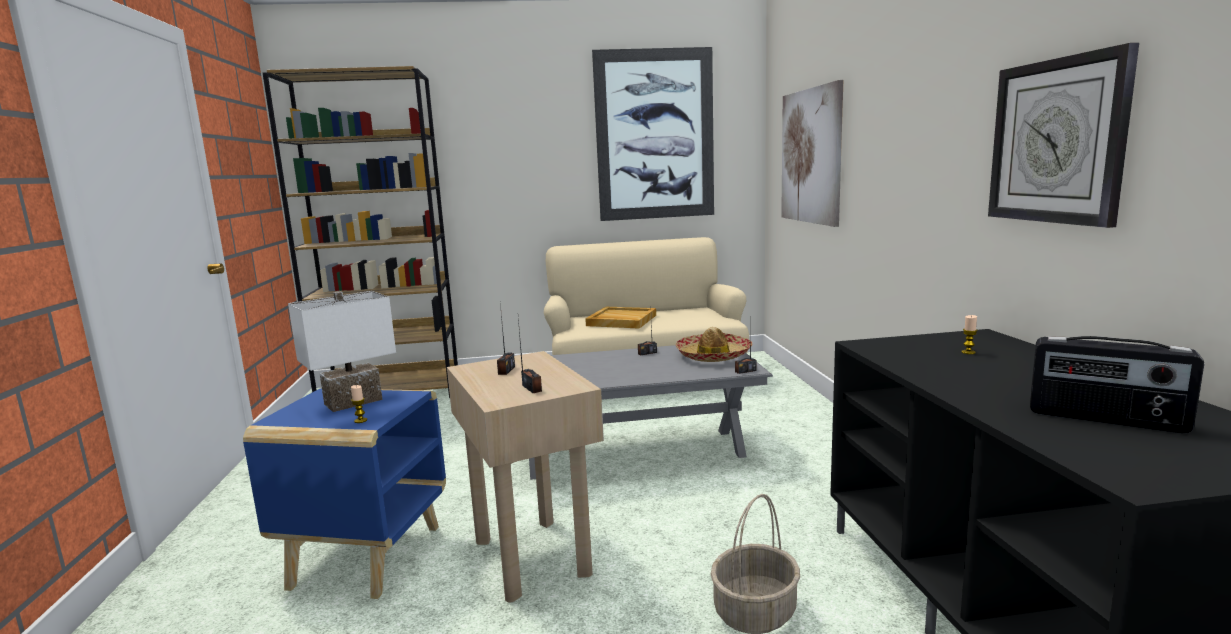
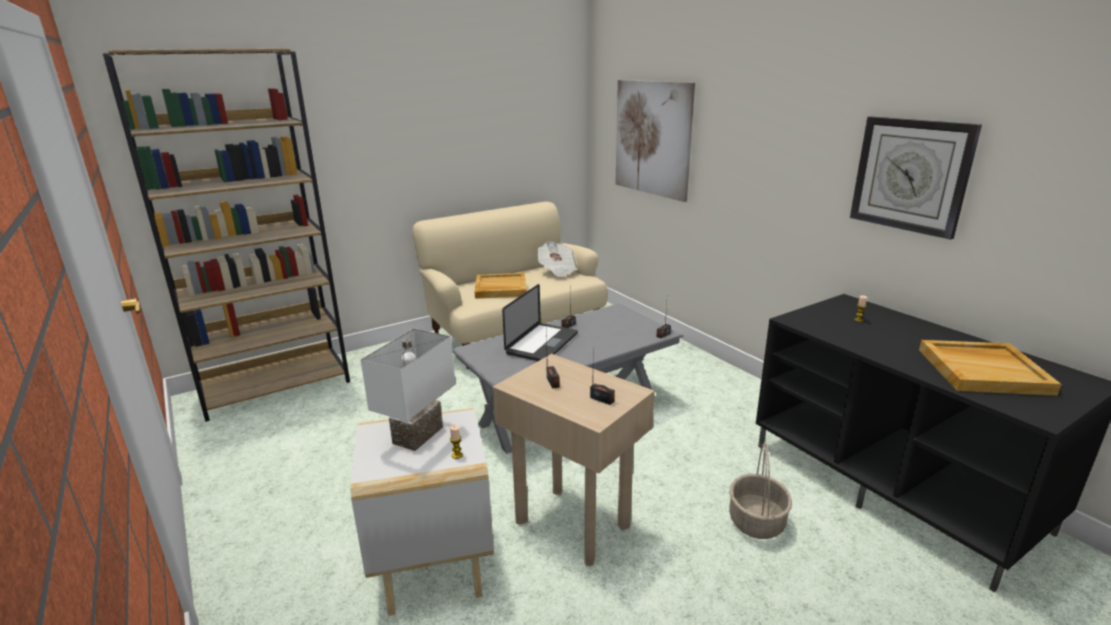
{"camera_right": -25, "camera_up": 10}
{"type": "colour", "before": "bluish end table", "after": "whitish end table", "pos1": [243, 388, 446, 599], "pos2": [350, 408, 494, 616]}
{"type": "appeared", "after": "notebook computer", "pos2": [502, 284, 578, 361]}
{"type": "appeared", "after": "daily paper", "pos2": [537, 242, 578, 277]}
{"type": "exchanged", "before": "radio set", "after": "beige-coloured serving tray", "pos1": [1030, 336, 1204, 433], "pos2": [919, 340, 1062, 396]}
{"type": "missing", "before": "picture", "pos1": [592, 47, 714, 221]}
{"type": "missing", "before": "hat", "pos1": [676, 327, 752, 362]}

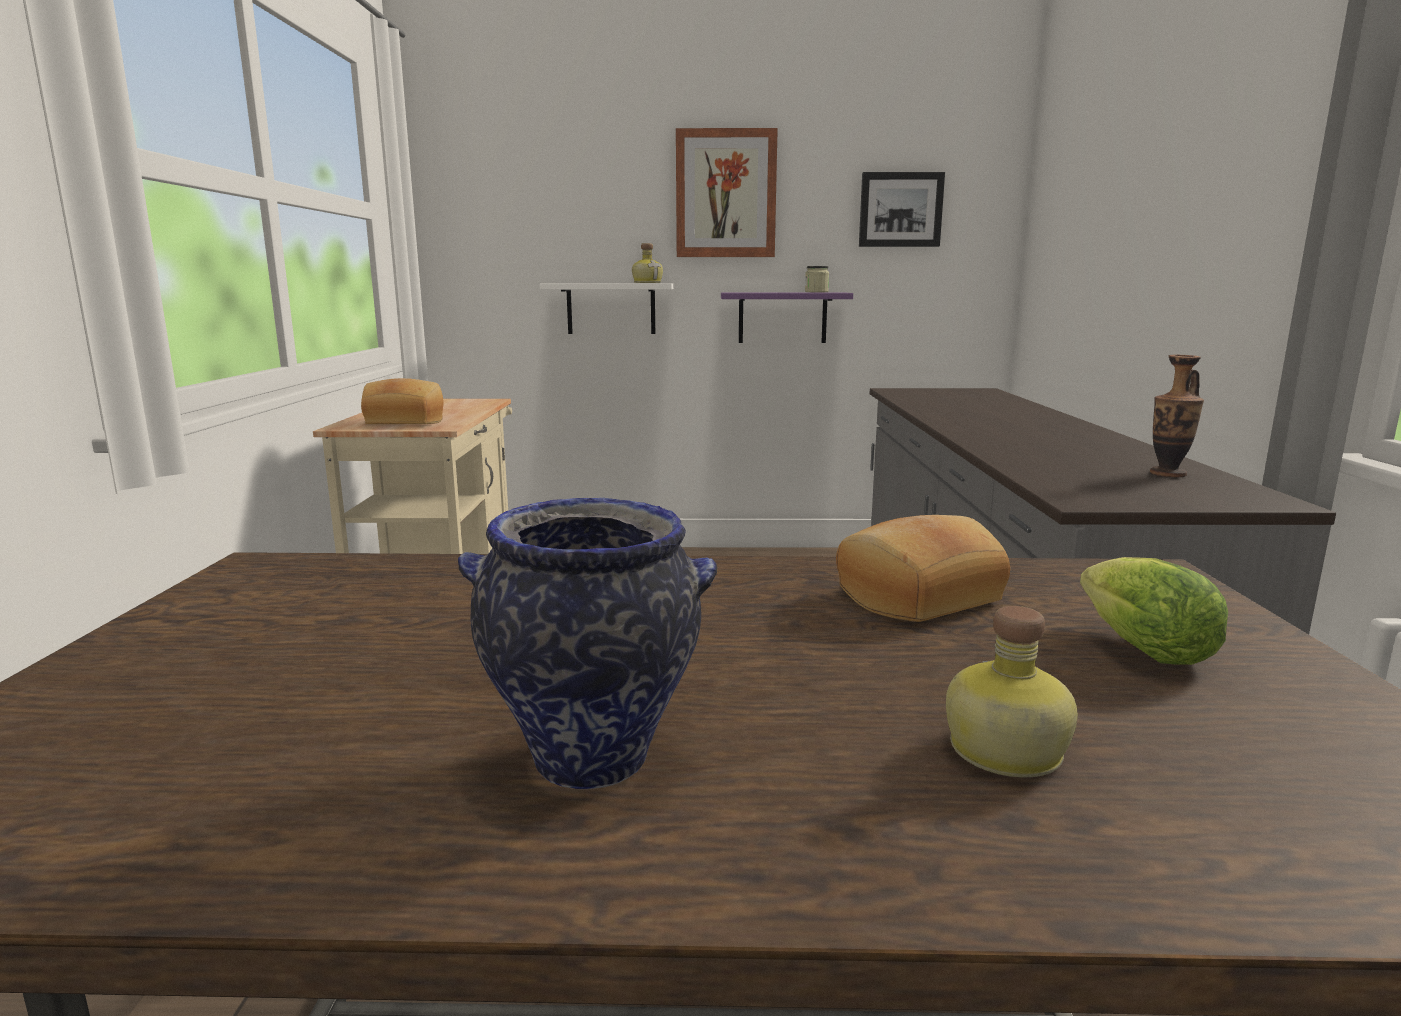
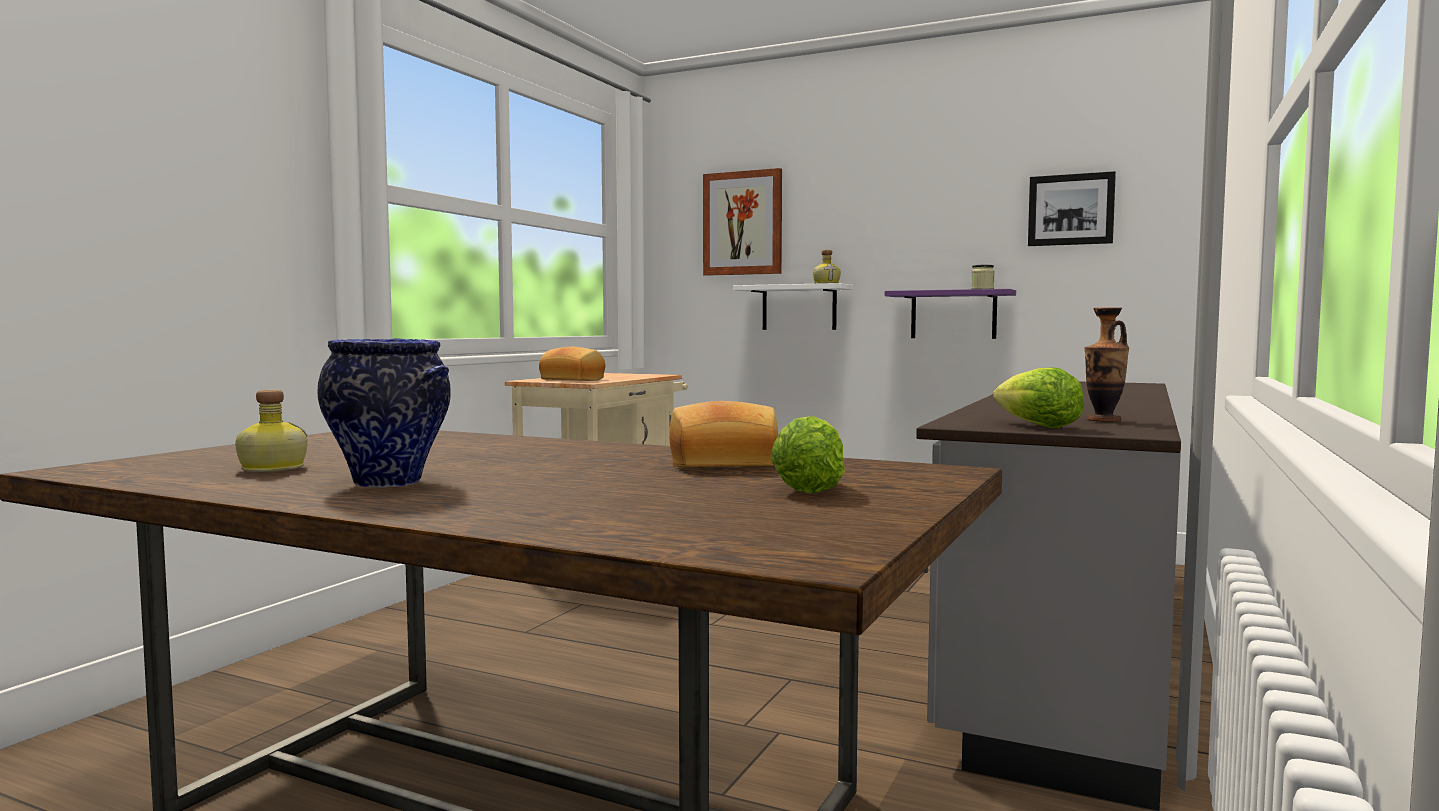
{"camera_right": 25, "camera_up": -10}
{"type": "relocated", "before": "bottle", "pos1": [946, 606, 1078, 778], "pos2": [235, 390, 308, 472]}
{"type": "relocated", "before": "picture", "pos1": [676, 128, 778, 257], "pos2": [703, 168, 782, 276]}
{"type": "appeared", "after": "lettuce head", "pos2": [993, 367, 1084, 428]}

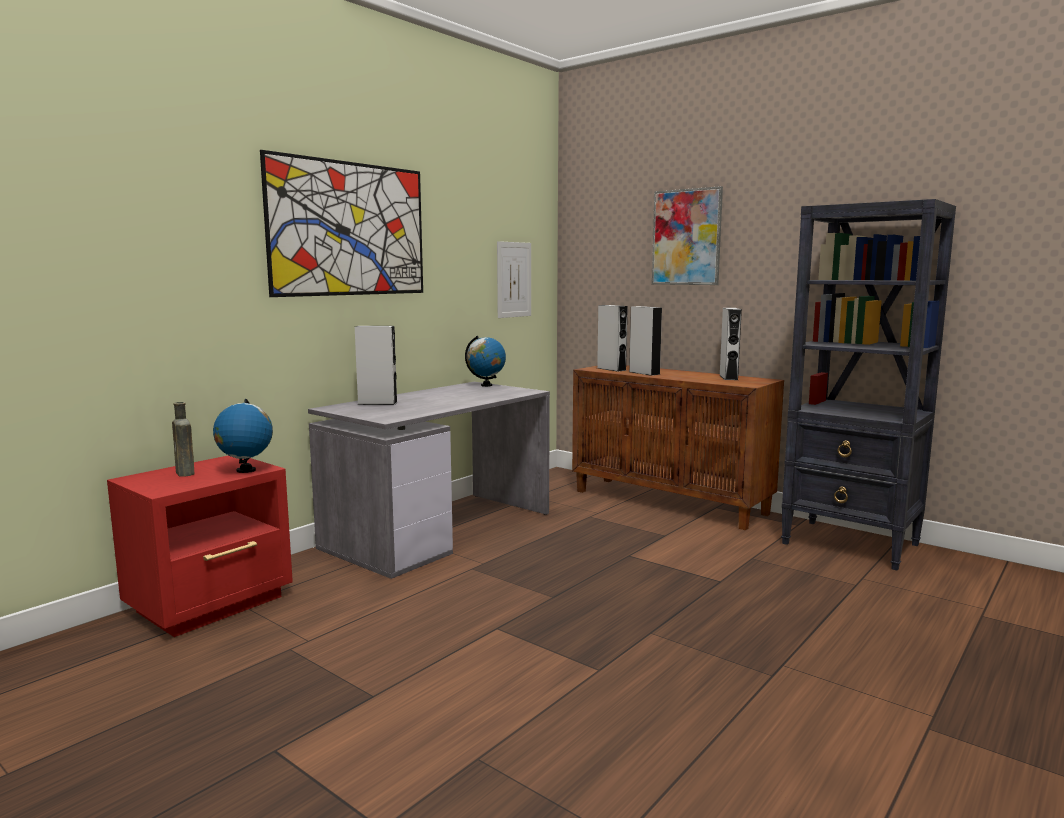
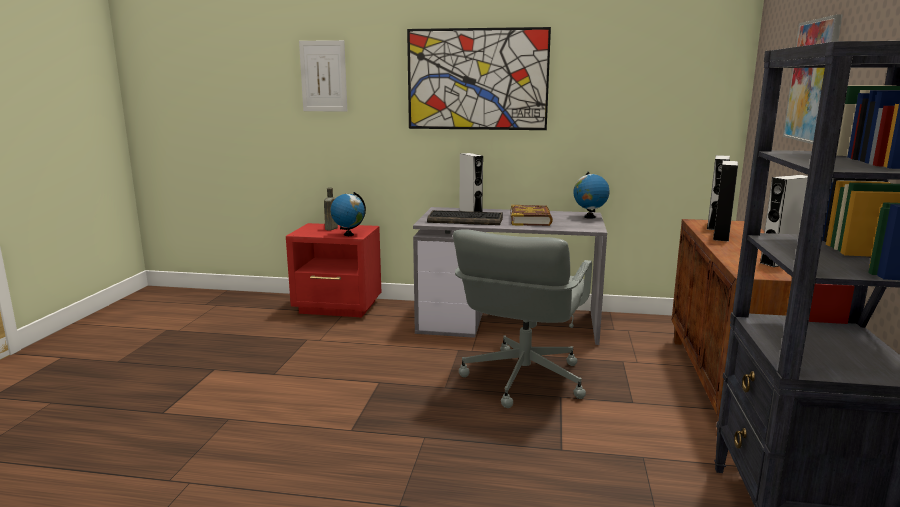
{"camera_right": 60, "camera_up": 5}
{"type": "relocated", "before": "picture", "pos1": [497, 241, 531, 318], "pos2": [299, 40, 347, 112]}
{"type": "appeared", "after": "keyboard", "pos2": [427, 210, 503, 225]}
{"type": "appeared", "after": "greyish computer chair", "pos2": [453, 229, 592, 408]}
{"type": "appeared", "after": "volume", "pos2": [510, 205, 553, 226]}

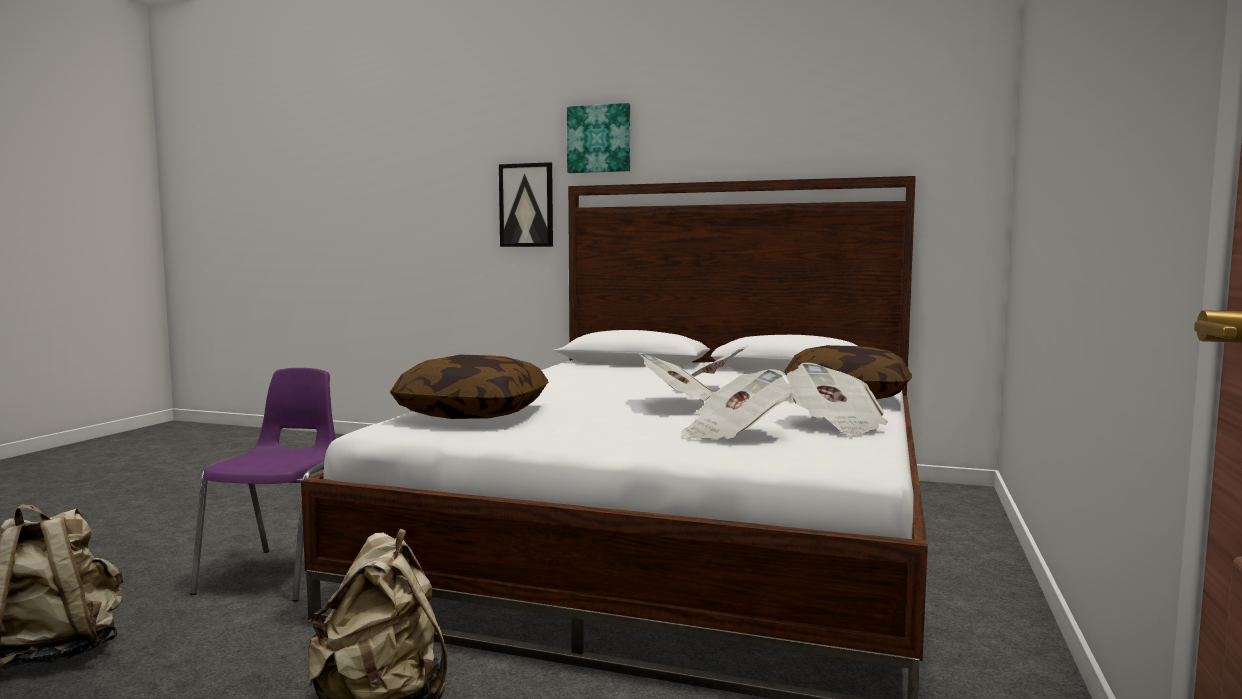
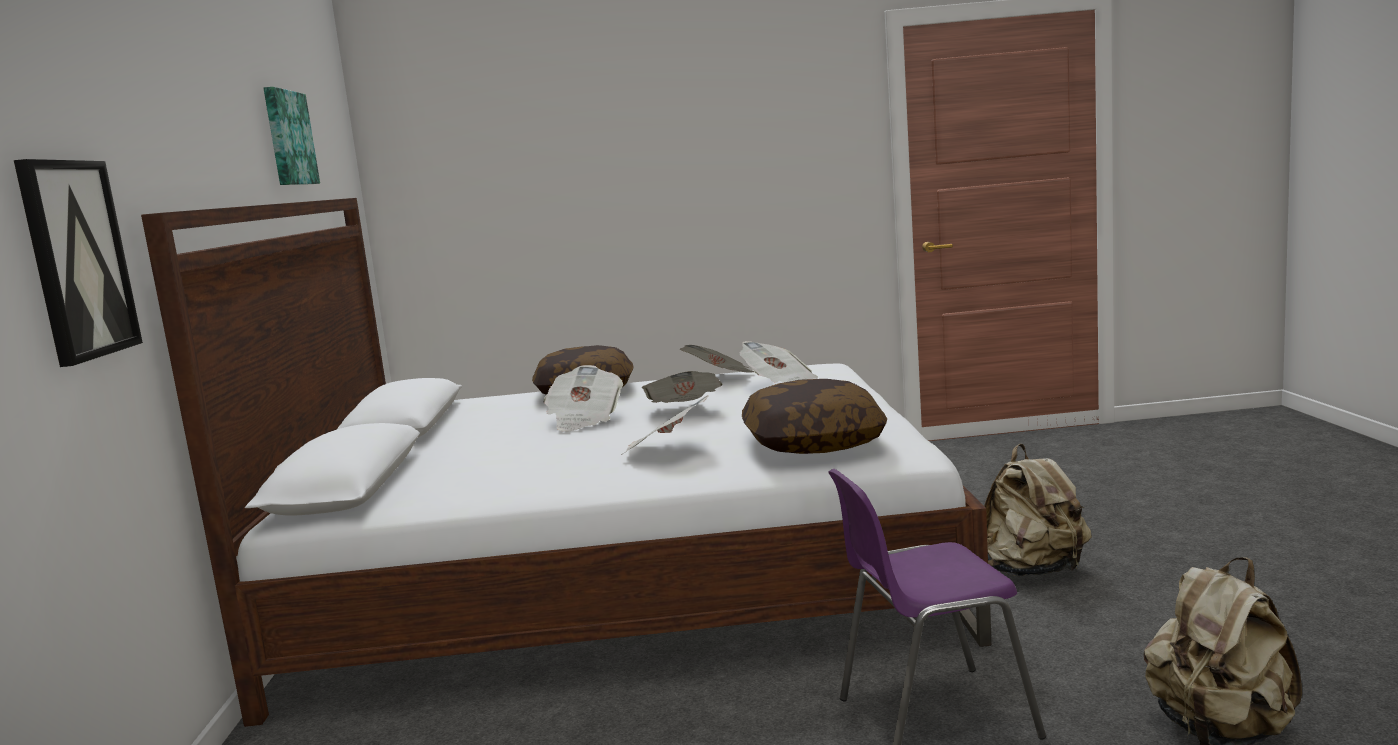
{"camera_right": -110, "camera_up": 5}
{"type": "relocated", "before": "picture", "pos1": [567, 103, 630, 173], "pos2": [264, 87, 320, 185]}
{"type": "appeared", "after": "daily paper", "pos2": [621, 395, 709, 455]}

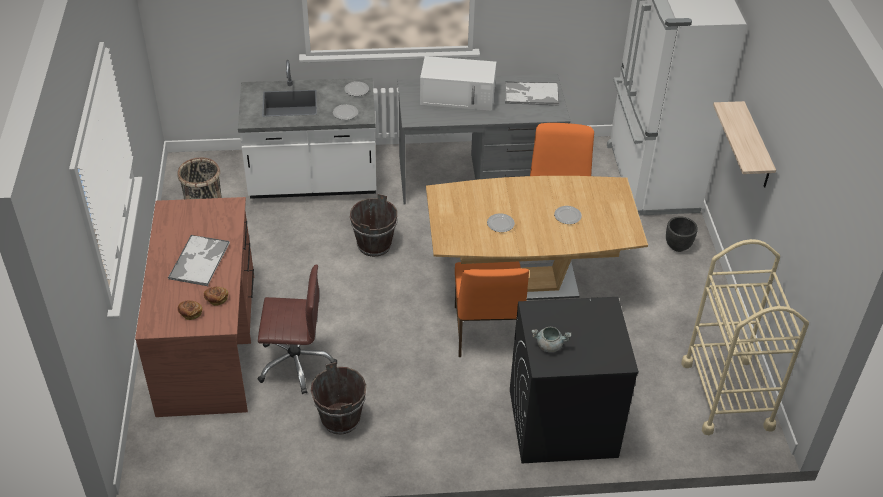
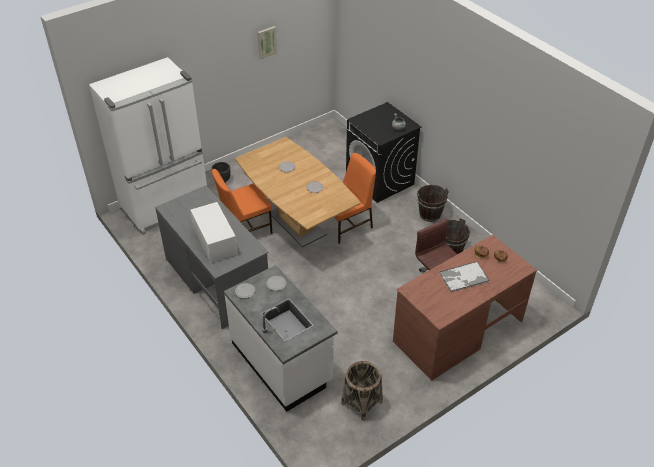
{"camera_right": -120, "camera_up": 0}
{"type": "appeared", "after": "picture", "pos2": [257, 26, 277, 59]}
{"type": "relocated", "before": "brown-coloured water bucket", "pos1": [350, 194, 397, 257], "pos2": [417, 185, 449, 222]}
{"type": "missing", "before": "serving tray", "pos1": [505, 81, 559, 106]}
{"type": "missing", "before": "beige-coloured cart", "pos1": [681, 239, 809, 435]}
{"type": "missing", "before": "wall shelf", "pos1": [713, 101, 776, 188]}

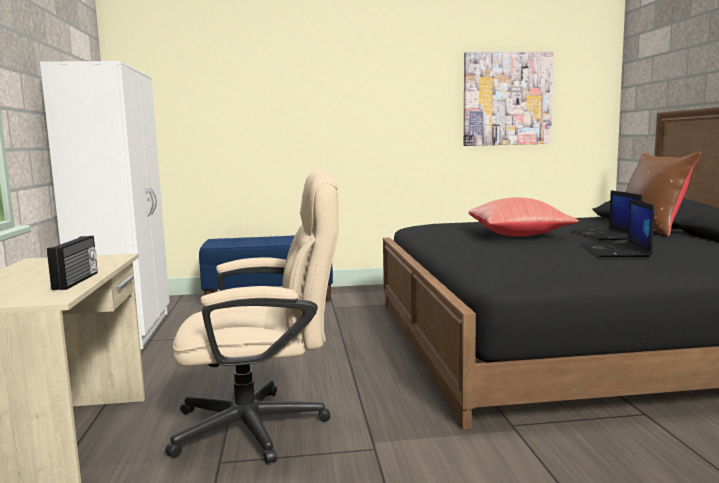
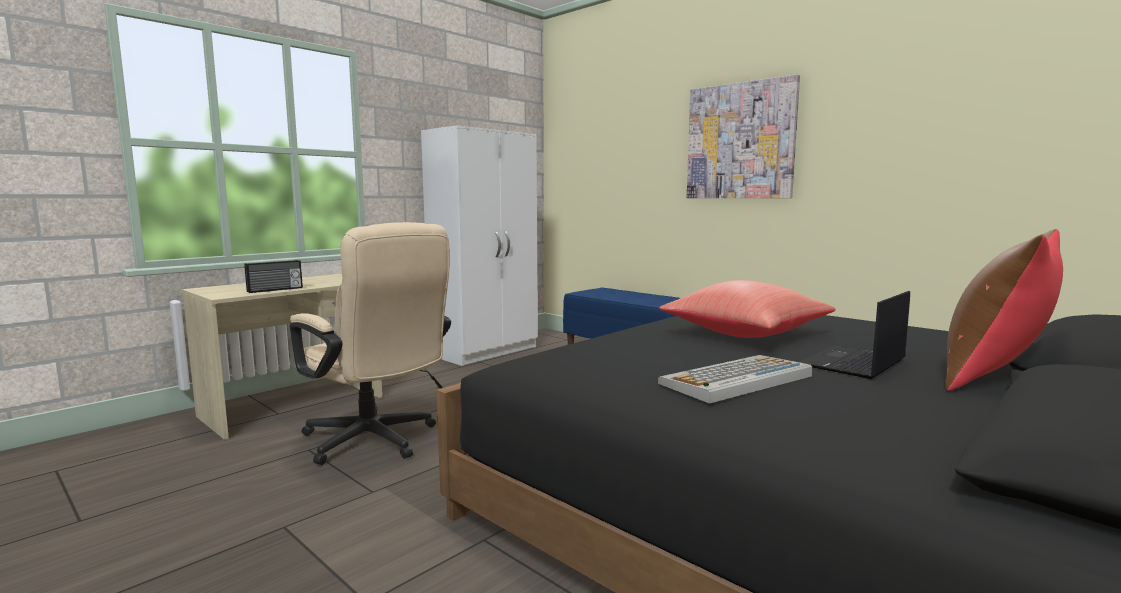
{"camera_right": 50, "camera_up": 0}
{"type": "exchanged", "before": "notebook computer", "after": "keyboard", "pos1": [581, 198, 655, 257], "pos2": [658, 355, 812, 404]}
{"type": "relocated", "before": "picture", "pos1": [464, 52, 554, 146], "pos2": [687, 74, 800, 198]}

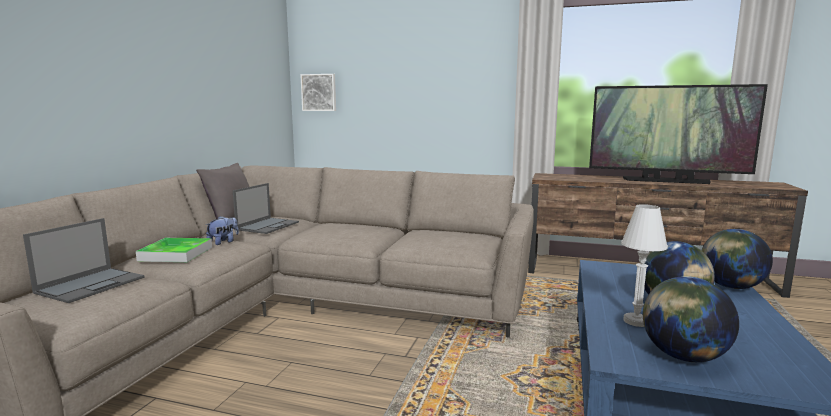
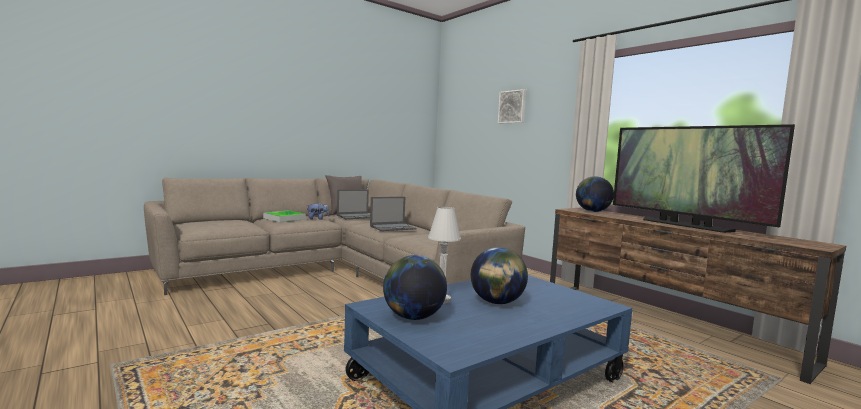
{"camera_right": 35, "camera_up": -5}
{"type": "relocated", "before": "notebook computer", "pos1": [23, 218, 145, 303], "pos2": [370, 197, 417, 231]}
{"type": "relocated", "before": "picture", "pos1": [300, 74, 336, 111], "pos2": [498, 89, 526, 123]}
{"type": "relocated", "before": "world globe", "pos1": [702, 229, 773, 289], "pos2": [576, 176, 614, 212]}

